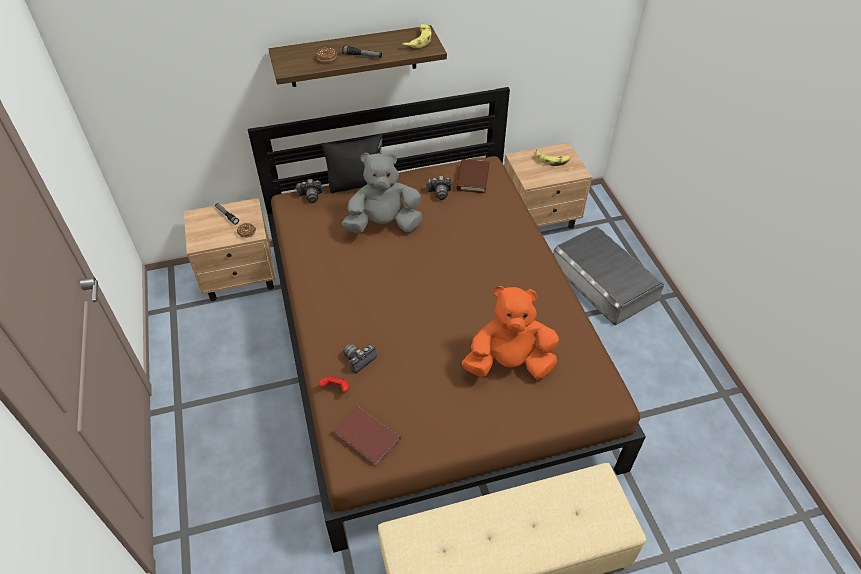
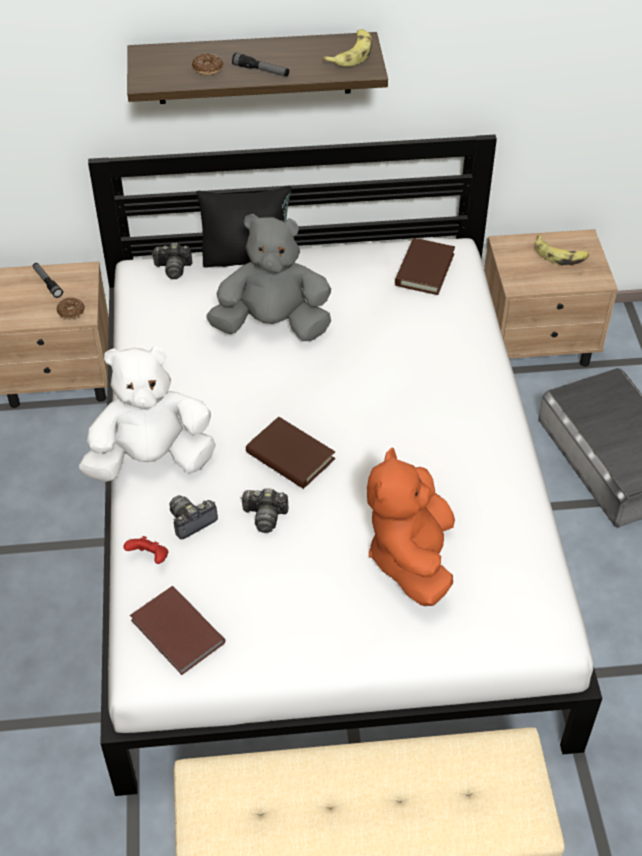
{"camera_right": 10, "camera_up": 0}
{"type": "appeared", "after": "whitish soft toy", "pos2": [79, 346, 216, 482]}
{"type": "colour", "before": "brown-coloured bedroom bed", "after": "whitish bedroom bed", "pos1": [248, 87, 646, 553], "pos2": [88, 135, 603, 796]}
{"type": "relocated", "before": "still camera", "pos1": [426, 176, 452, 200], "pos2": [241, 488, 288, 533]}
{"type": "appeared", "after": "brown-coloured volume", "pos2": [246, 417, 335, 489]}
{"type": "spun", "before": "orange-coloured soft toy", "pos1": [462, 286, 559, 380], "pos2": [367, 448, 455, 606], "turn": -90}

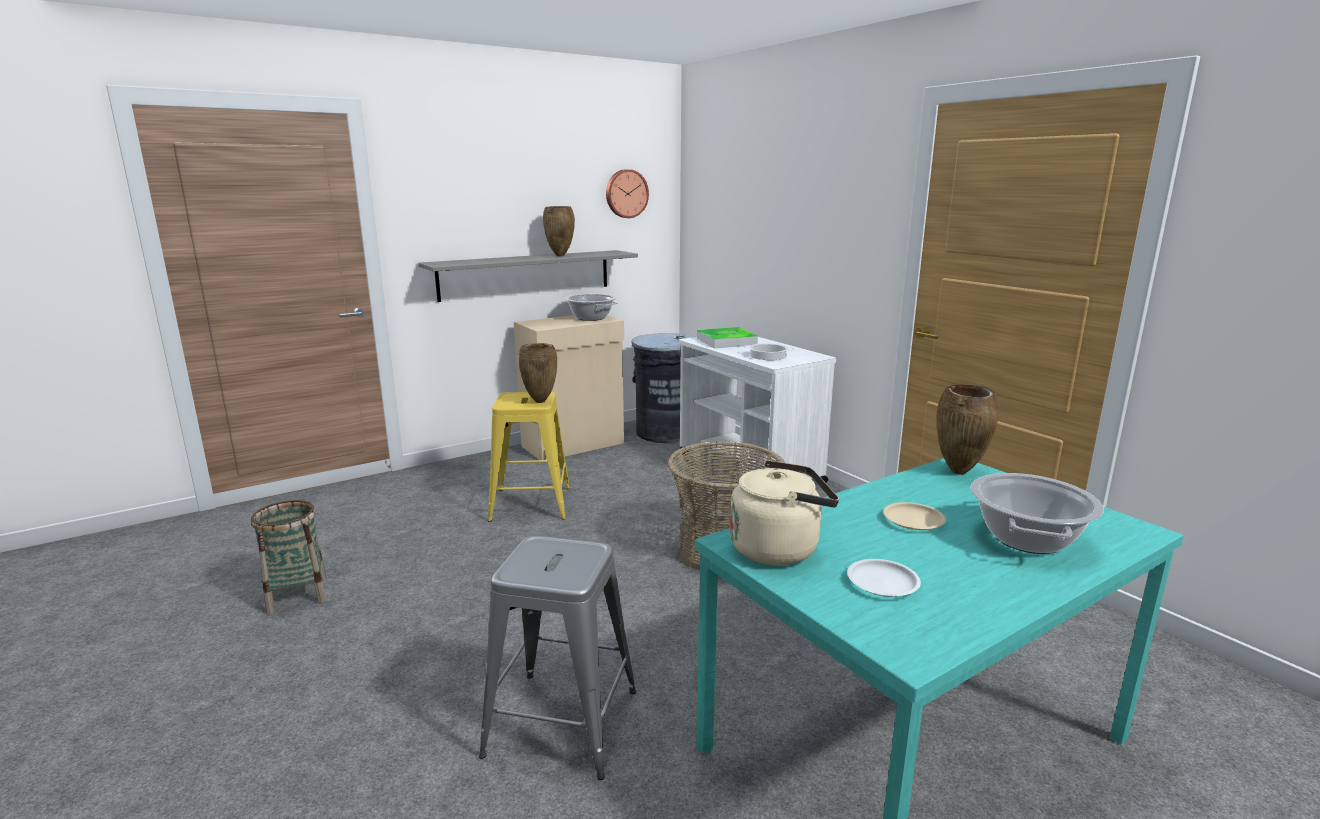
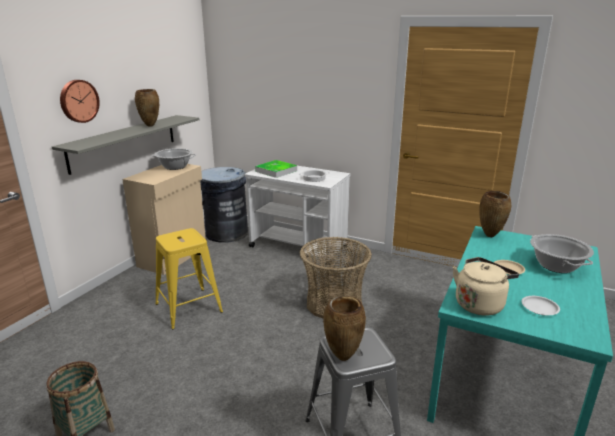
{"camera_right": -30, "camera_up": 5}
{"type": "relocated", "before": "hanging clock", "pos1": [606, 169, 649, 218], "pos2": [60, 80, 100, 123]}
{"type": "relocated", "before": "brown-coloured vase", "pos1": [519, 343, 557, 403], "pos2": [323, 296, 366, 361]}

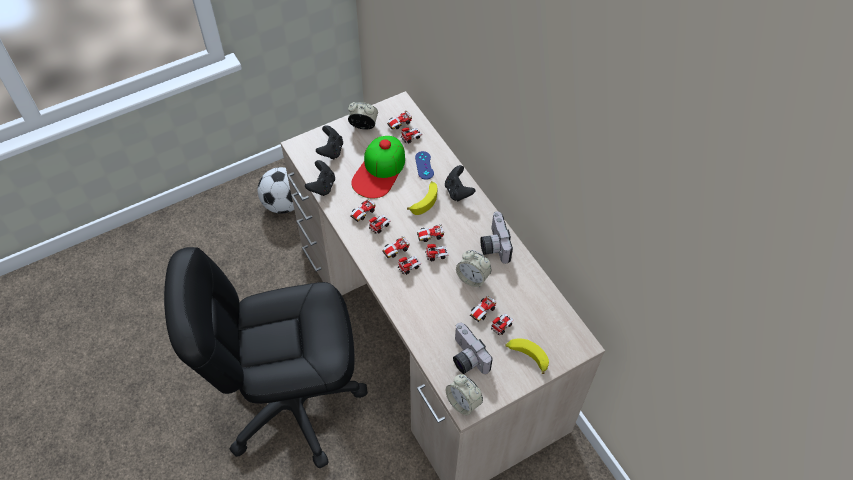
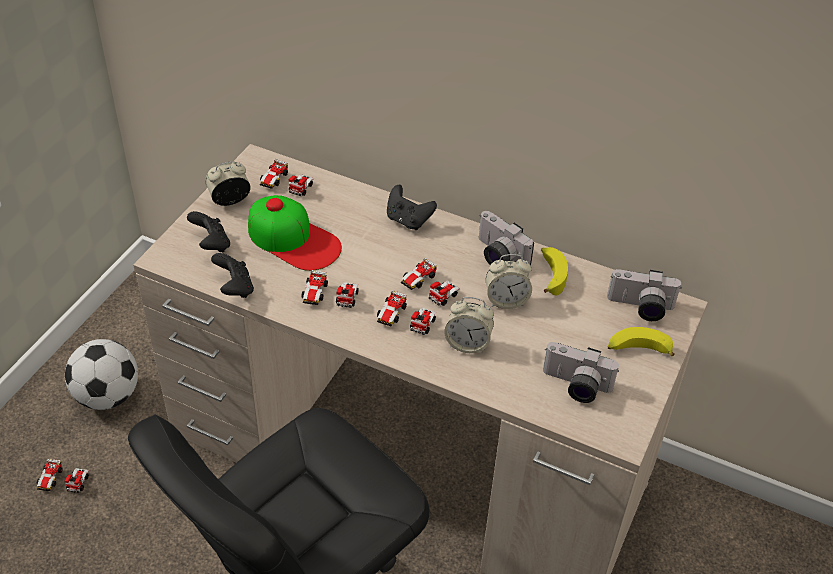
{"camera_right": -35, "camera_up": -10}
{"type": "relocated", "before": "toy car", "pos1": [470, 295, 514, 335], "pos2": [37, 459, 89, 493]}
{"type": "spun", "before": "peaked cap", "pos1": [351, 136, 405, 199], "pos2": [248, 195, 342, 271], "turn": -45}
{"type": "relocated", "before": "table clock", "pos1": [446, 374, 483, 416], "pos2": [444, 297, 494, 353]}
{"type": "relocated", "before": "banana", "pos1": [407, 181, 437, 215], "pos2": [541, 247, 568, 296]}
{"type": "appeared", "after": "still camera", "pos2": [607, 269, 682, 321]}
{"type": "missing", "before": "bluish gamepad", "pos1": [415, 151, 434, 180]}

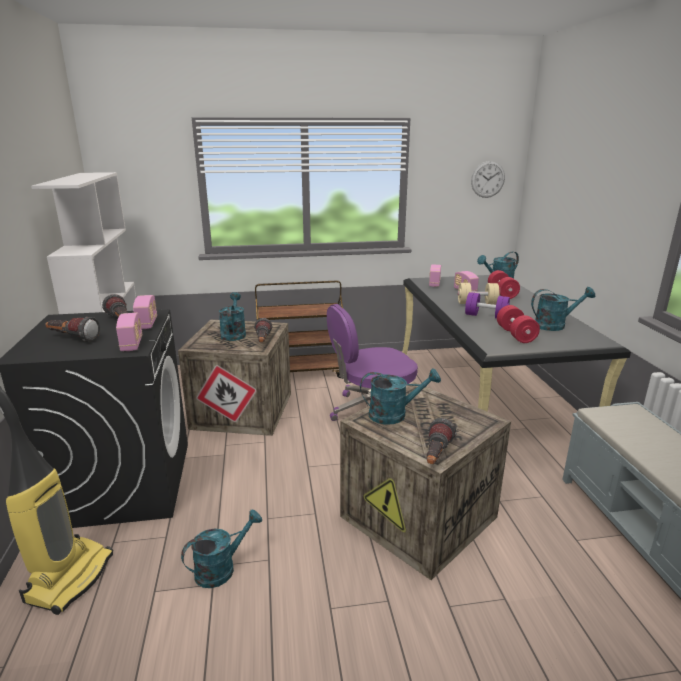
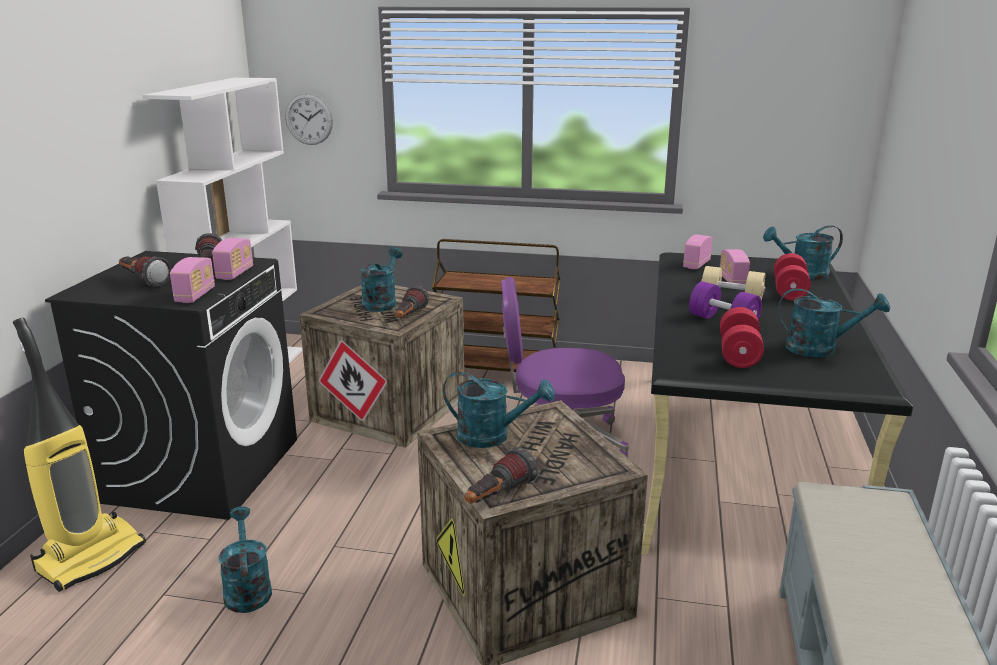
{"camera_right": 20, "camera_up": 0}
{"type": "spun", "before": "blue-green sprinkling can", "pos1": [181, 510, 262, 588], "pos2": [219, 506, 272, 613], "turn": -90}
{"type": "relocated", "before": "hanging clock", "pos1": [471, 161, 505, 198], "pos2": [285, 93, 333, 145]}

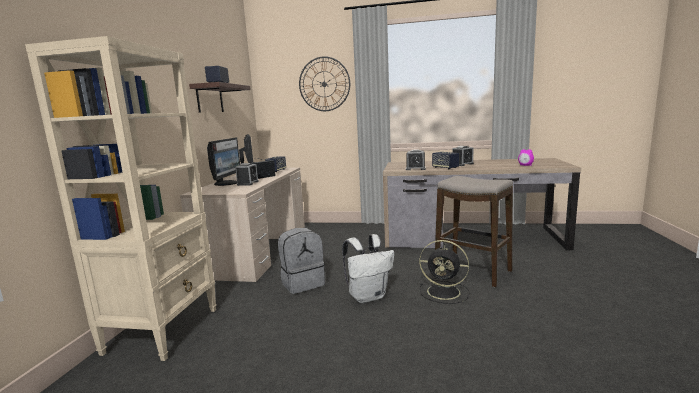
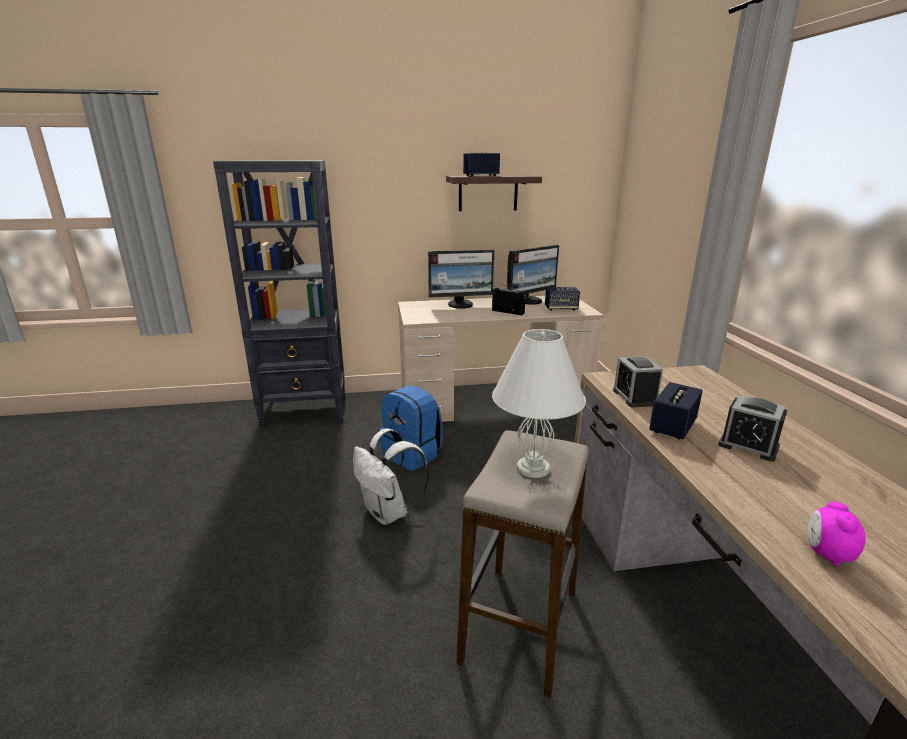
{"camera_right": 70, "camera_up": 10}
{"type": "colour", "before": "beige-coloured bookshelf", "after": "black-coloured bookshelf", "pos1": [25, 36, 217, 361], "pos2": [213, 160, 345, 429]}
{"type": "colour", "before": "greyish rucksack", "after": "bluish rucksack", "pos1": [278, 228, 325, 294], "pos2": [380, 385, 443, 471]}
{"type": "appeared", "after": "whitish lamp for a table", "pos2": [492, 329, 586, 478]}
{"type": "missing", "before": "table clock", "pos1": [235, 163, 259, 186]}
{"type": "missing", "before": "hanging clock", "pos1": [299, 56, 350, 111]}
{"type": "missing", "before": "black-coloured cooling fan", "pos1": [419, 240, 469, 304]}

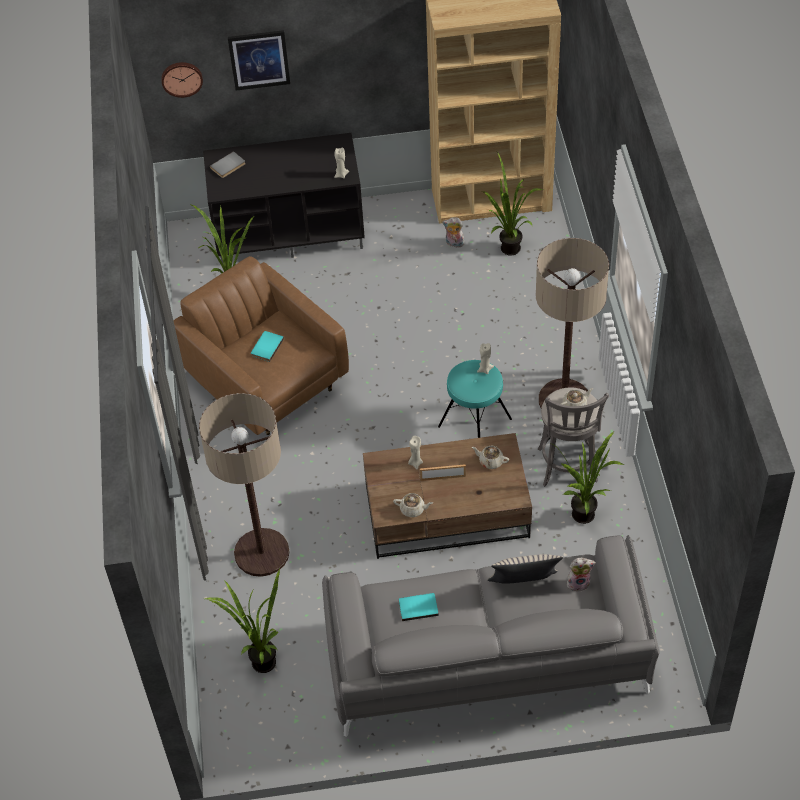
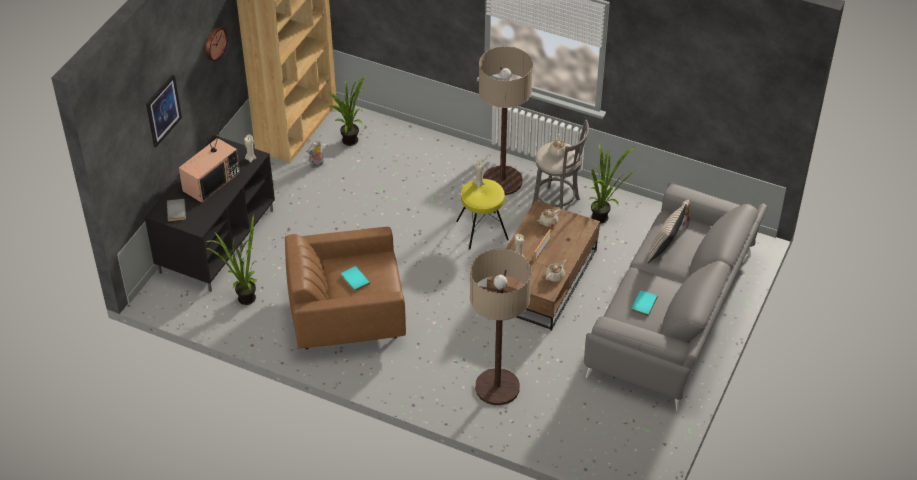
{"camera_right": -60, "camera_up": -5}
{"type": "appeared", "after": "TV set", "pos2": [179, 119, 240, 203]}
{"type": "relocated", "before": "hanging clock", "pos1": [161, 62, 203, 98], "pos2": [206, 27, 228, 61]}
{"type": "colour", "before": "blue-green stool", "after": "yellow-coloured stool", "pos1": [438, 360, 512, 438], "pos2": [456, 179, 509, 250]}
{"type": "missing", "before": "plant in a pot", "pos1": [205, 569, 280, 673]}

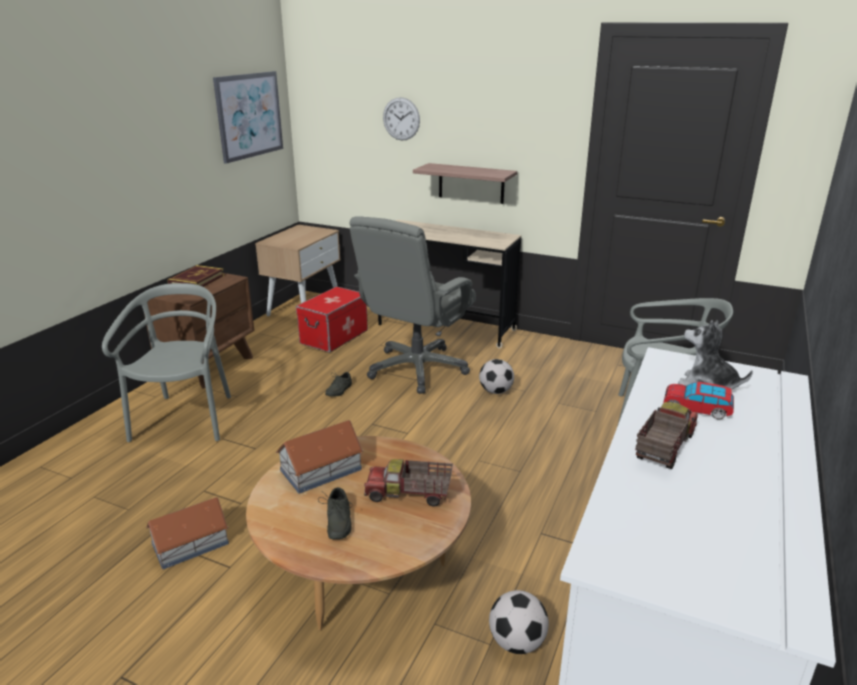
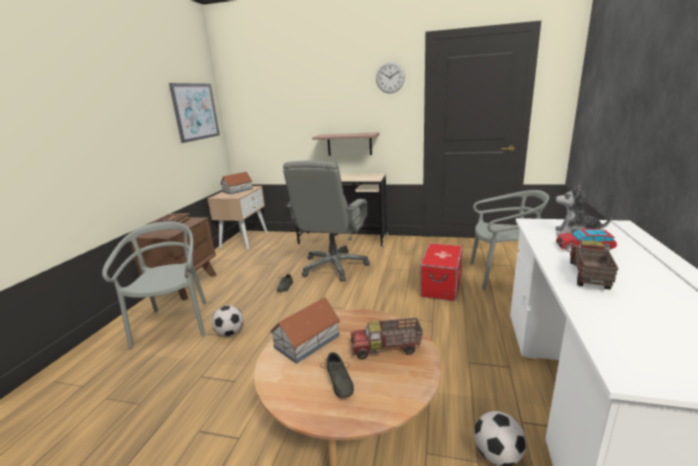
{"camera_right": -10, "camera_up": -5}
{"type": "relocated", "before": "football", "pos1": [479, 359, 514, 394], "pos2": [212, 305, 243, 336]}
{"type": "relocated", "before": "miniature house", "pos1": [146, 497, 229, 570], "pos2": [220, 172, 253, 194]}
{"type": "relocated", "before": "hanging clock", "pos1": [383, 97, 420, 141], "pos2": [376, 62, 405, 93]}
{"type": "relocated", "before": "storage box", "pos1": [296, 287, 368, 352], "pos2": [420, 243, 463, 302]}

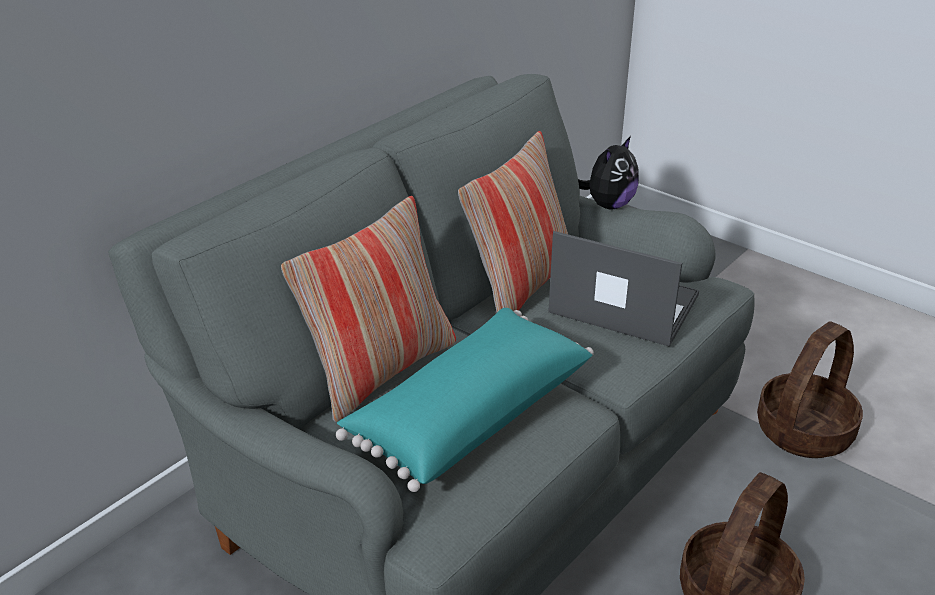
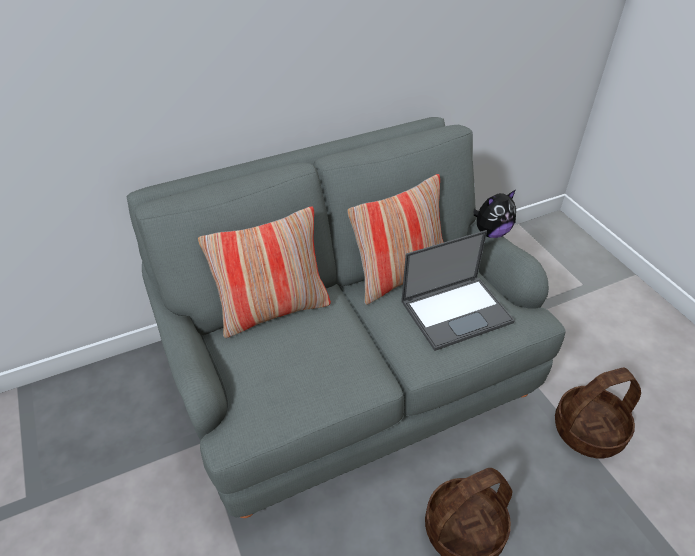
{"camera_right": 25, "camera_up": 10}
{"type": "spun", "before": "notebook computer", "pos1": [548, 231, 699, 347], "pos2": [401, 230, 515, 351], "turn": 105}
{"type": "missing", "before": "blue-green cushion", "pos1": [336, 308, 594, 492]}

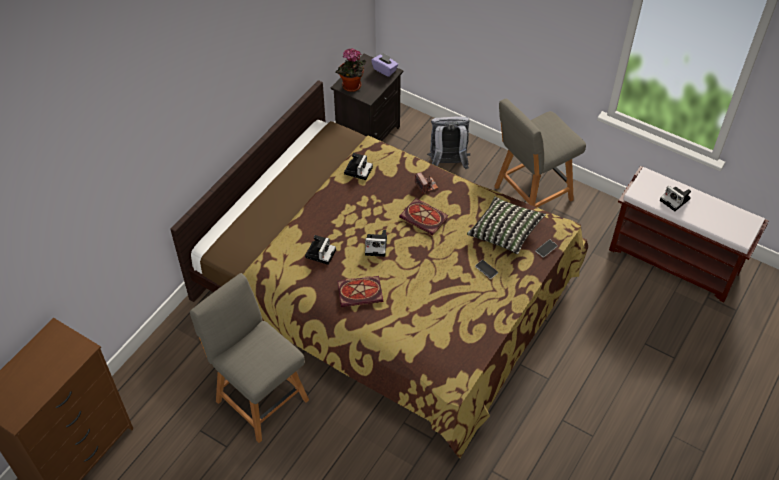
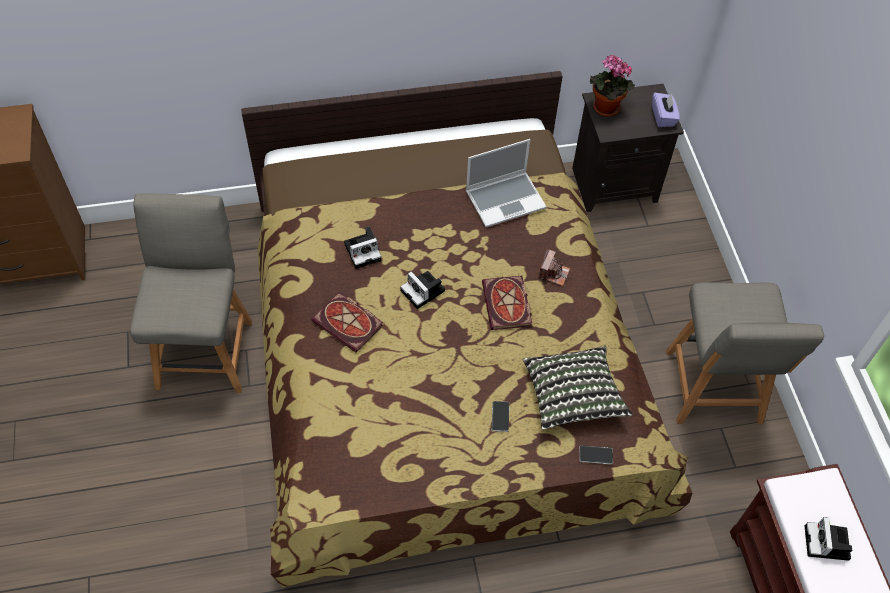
{"camera_right": 45, "camera_up": 5}
{"type": "exchanged", "before": "still camera", "after": "notebook computer", "pos1": [344, 153, 373, 180], "pos2": [466, 139, 546, 227]}
{"type": "spun", "before": "greyish chair", "pos1": [494, 99, 586, 207], "pos2": [666, 282, 824, 424], "turn": -105}
{"type": "missing", "before": "greyish rucksack", "pos1": [427, 116, 470, 169]}

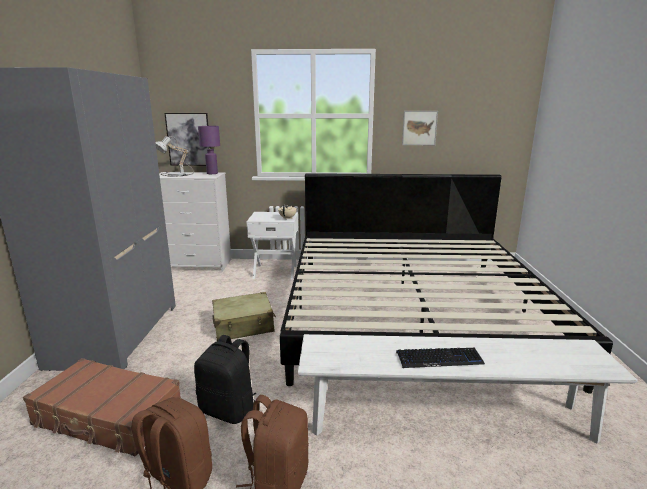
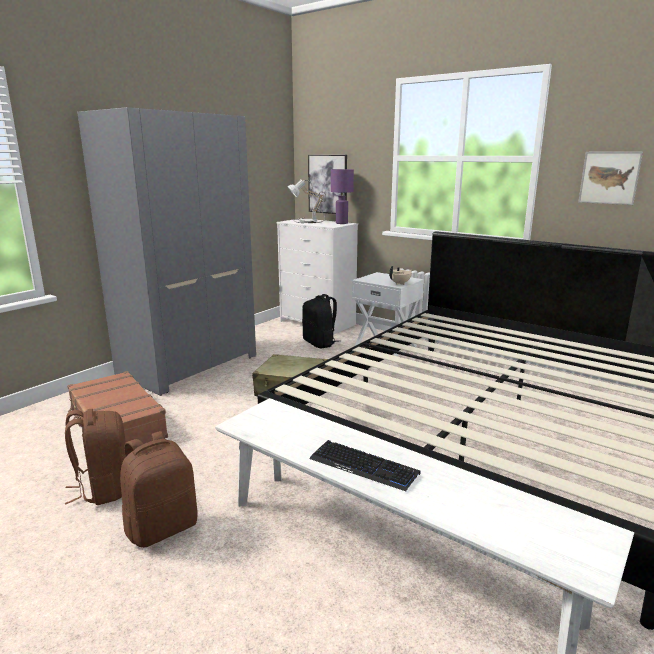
{"camera_right": 35, "camera_up": 0}
{"type": "relocated", "before": "black-coloured rucksack", "pos1": [194, 335, 257, 424], "pos2": [302, 294, 338, 348]}

